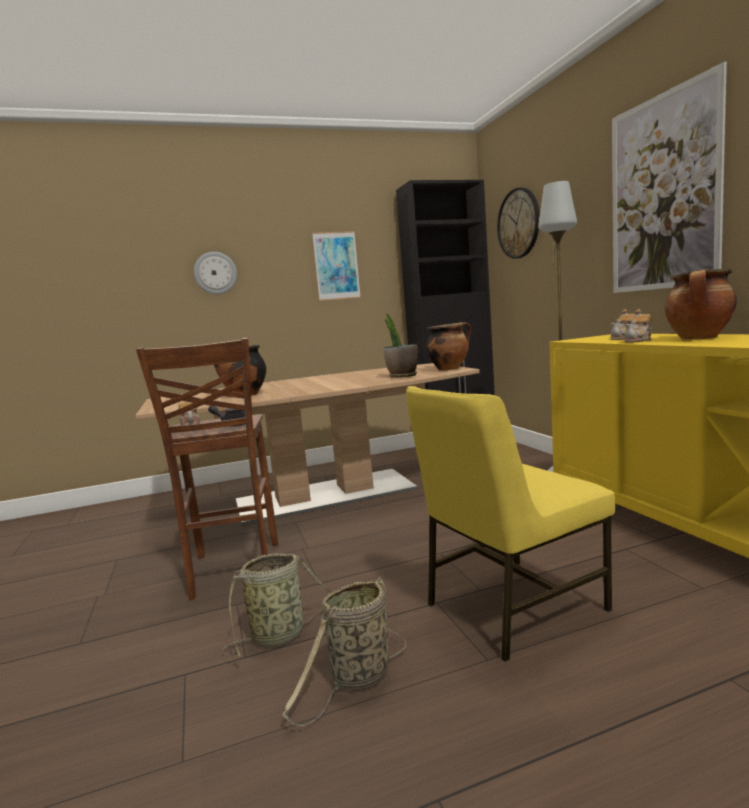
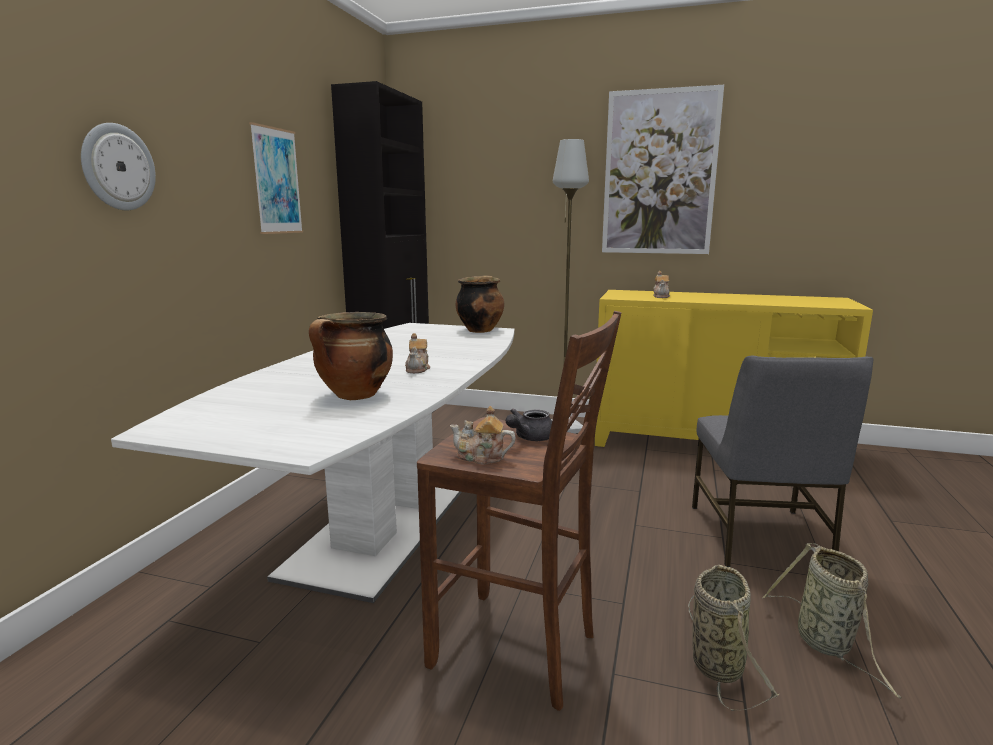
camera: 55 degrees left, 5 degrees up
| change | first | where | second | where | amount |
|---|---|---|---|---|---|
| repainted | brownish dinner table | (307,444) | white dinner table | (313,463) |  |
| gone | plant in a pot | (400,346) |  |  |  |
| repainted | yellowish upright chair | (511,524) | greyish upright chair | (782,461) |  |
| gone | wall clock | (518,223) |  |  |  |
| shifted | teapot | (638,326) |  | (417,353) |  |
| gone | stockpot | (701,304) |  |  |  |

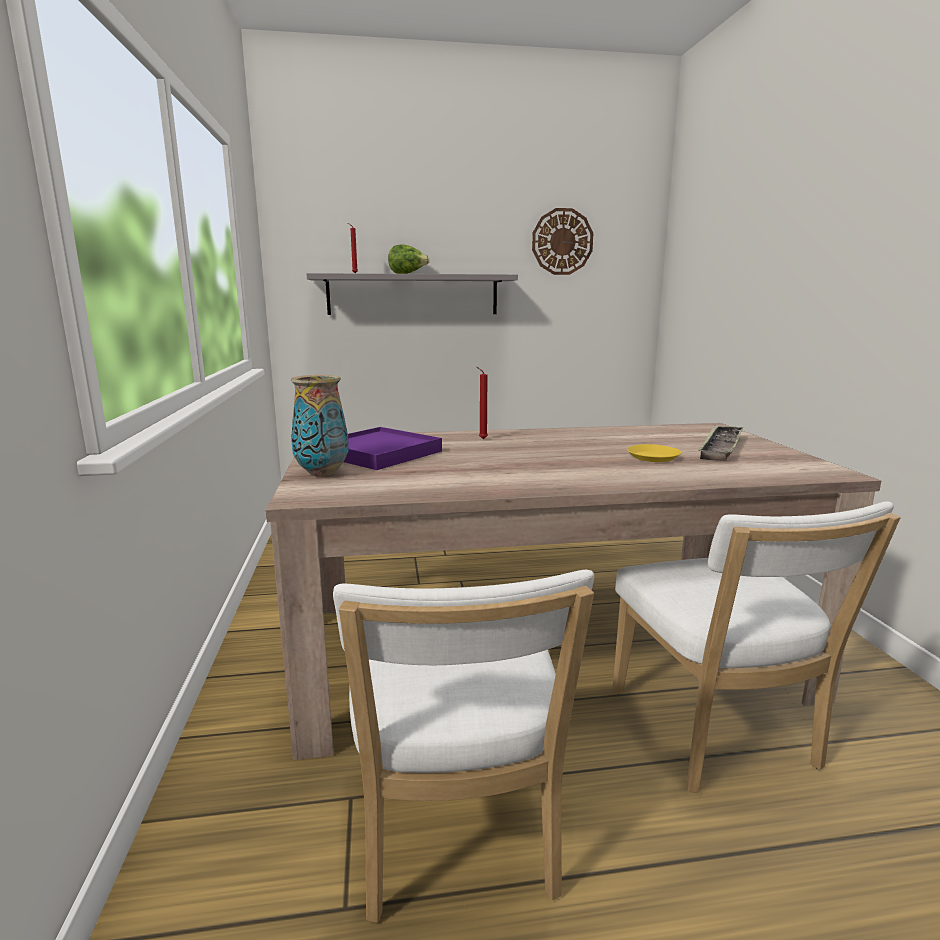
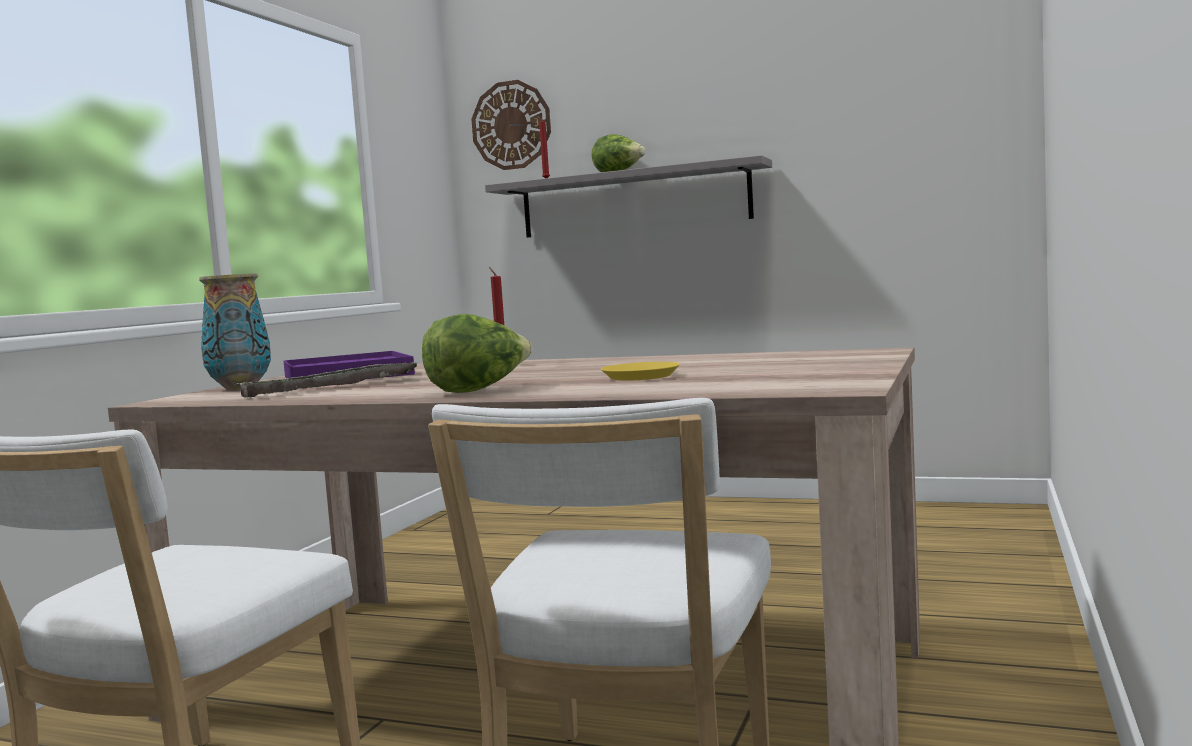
camera: 30 degrees right, 10 degrees down
| change | first | where | second | where | amount |
|---|---|---|---|---|---|
| shifted | wall clock | (562,241) |  | (511,125) |  |
| shifted | carrying tray | (720,443) |  | (327,379) |  |
| new |  |  | lettuce | (477,353) |  |

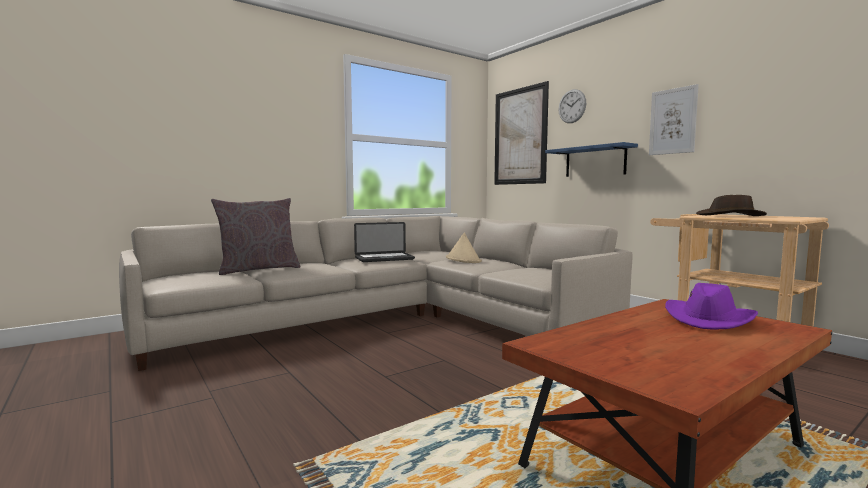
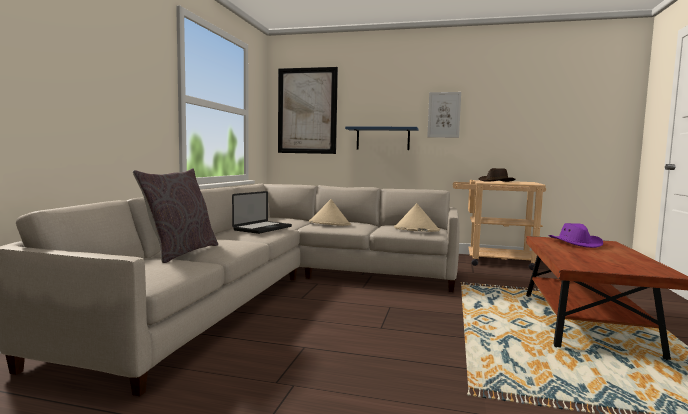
camera: 40 degrees left, 0 degrees up
| change | first | where | second | where | amount |
|---|---|---|---|---|---|
| gone | wall clock | (572,106) |  |  |  |
| new |  |  | sand-coloured wearable hat | (417,217) |  |

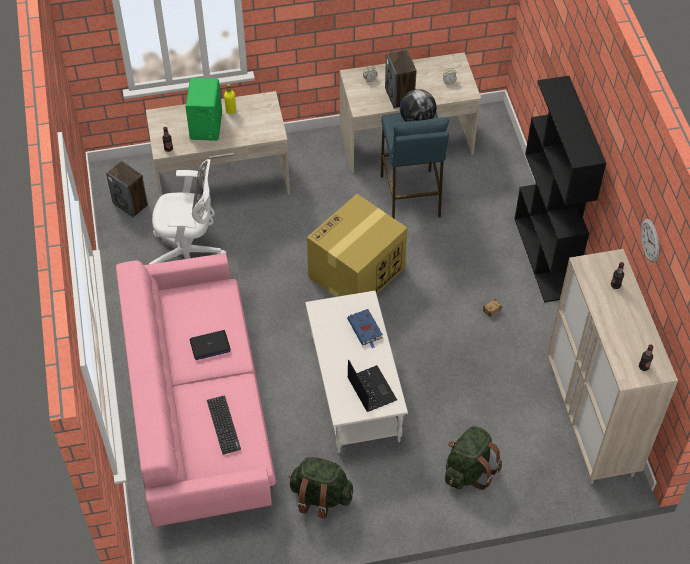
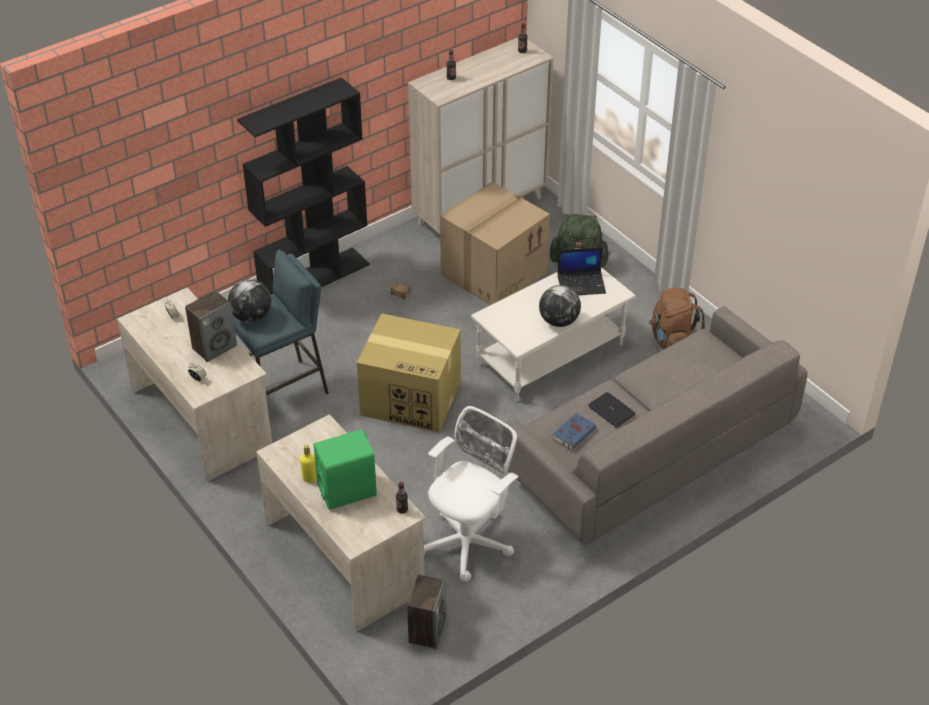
camera: 115 degrees left, 10 degrees down
| change | first | where | second | where | amount |
|---|---|---|---|---|---|
| repainted | pink sofa | (196,390) | greyish sofa | (655,425) |  |
| rotated | white office chair | (187,211) |  | (471,494) | 60 degrees clockwise |
| gone | computer keyboard | (224,425) |  |  |  |
| repainted | greenish rucksack | (321,487) | brownish rucksack | (677,318) |  |
| shifted | bluish volume | (365,329) |  | (574,431) |  |
| rotated | laptop | (372,385) |  | (581,271) | 135 degrees counterclockwise |
| gone | wall clock | (650,241) |  |  |  |
| new |  |  | cardboard box | (495,243) |  |
| new |  |  | world globe | (560,306) |  |

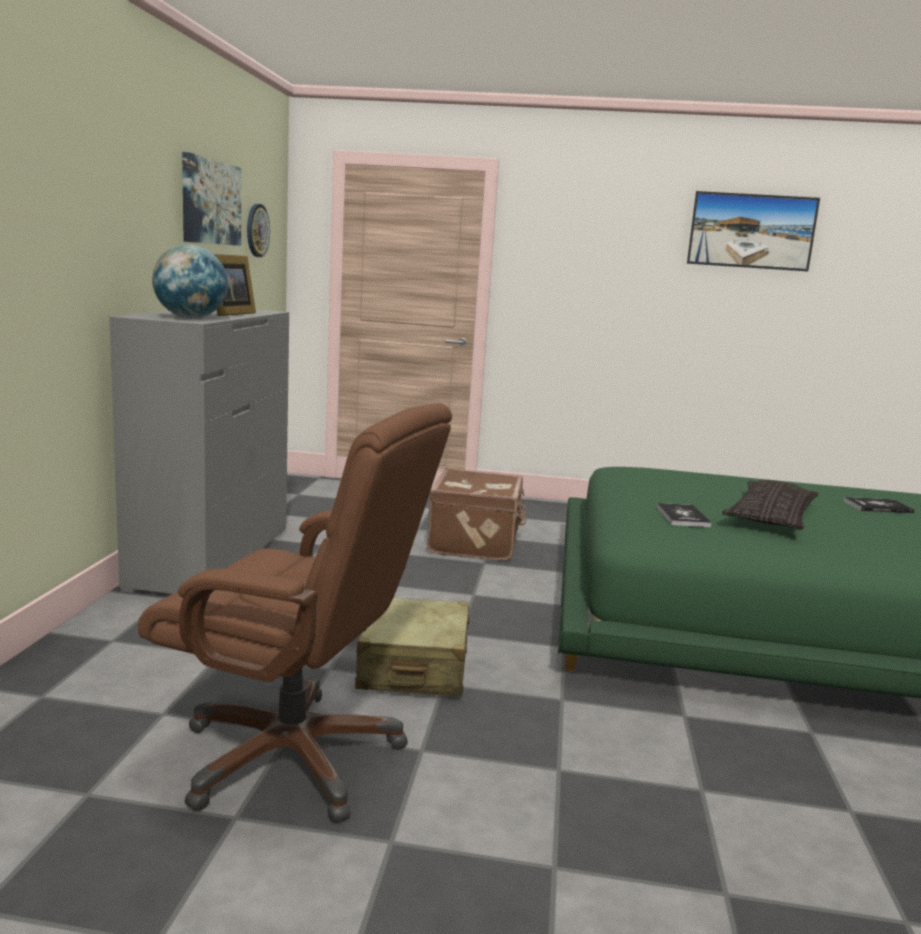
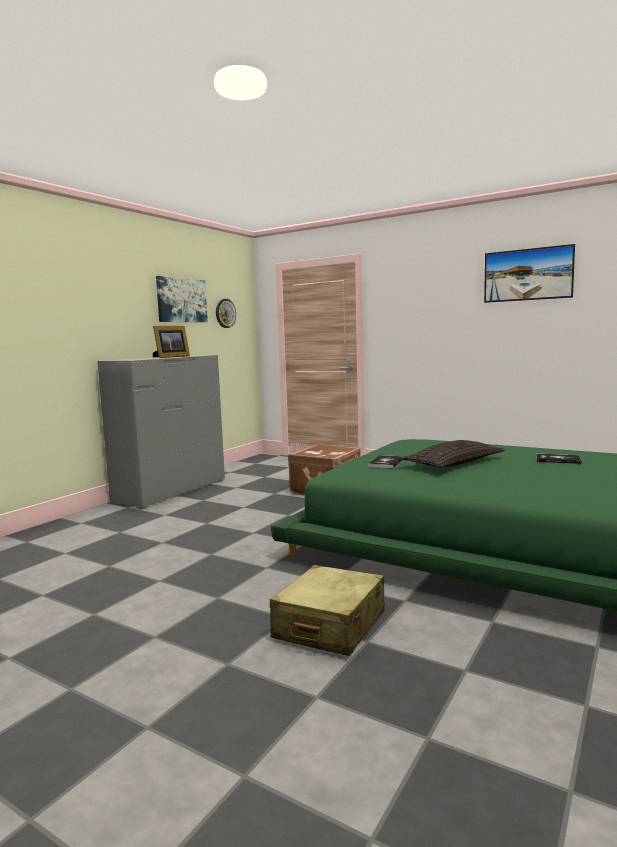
camera: 25 degrees right, 5 degrees down
| change | first | where | second | where | amount |
|---|---|---|---|---|---|
| gone | brownish office chair | (295,613) |  |  |  |
| gone | world globe | (190,281) |  |  |  |
| shifted | sand-coloured suitcase | (413,647) |  | (327,610) |  |

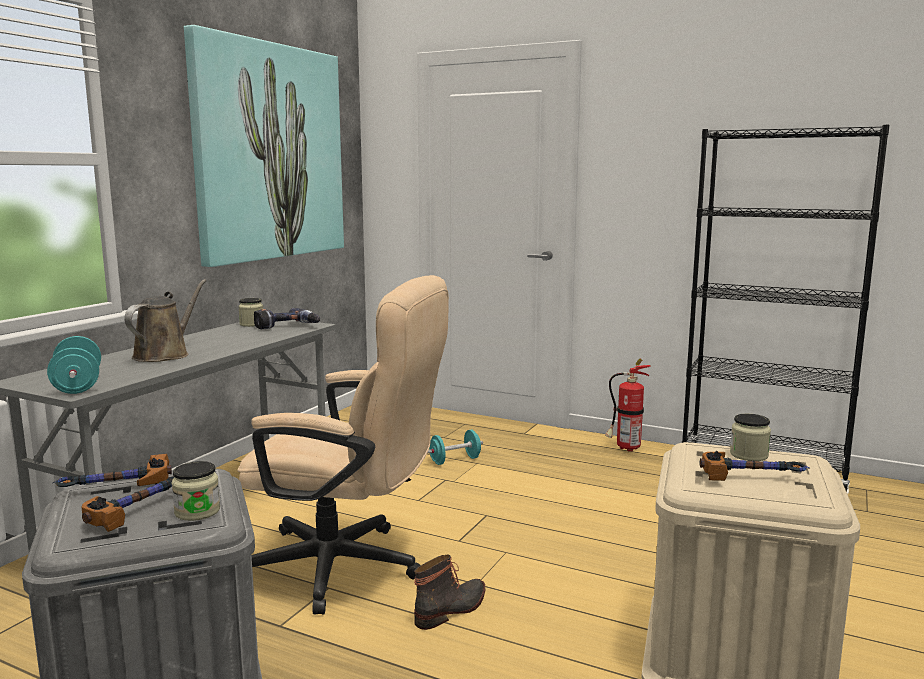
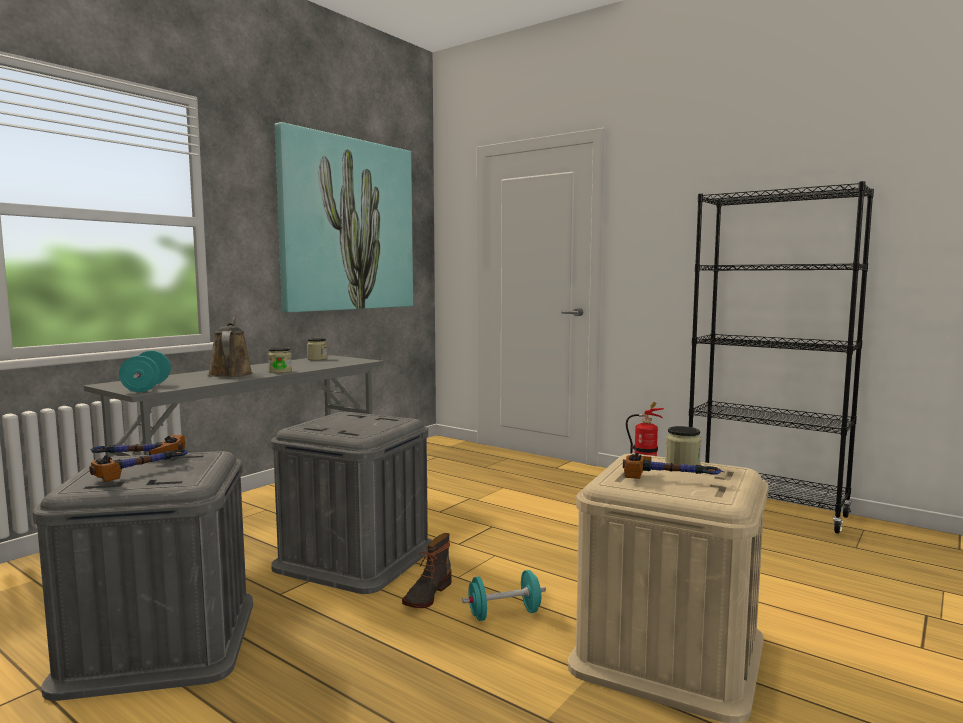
camera: 10 degrees right, 5 degrees down
| change | first | where | second | where | amount |
|---|---|---|---|---|---|
| rotated | brownish sprinkling can | (165,320) |  | (230,347) | 45 degrees counterclockwise |
| shifted | preserve jar | (196,491) |  | (280,360) |  |
| swapped | sand-coloured office chair | (343,445) | greyish storage bin | (351,503) |  |
| gone | electric drill | (287,318) |  |  |  |
| rotated | tall boot | (449,592) |  | (427,570) | 150 degrees clockwise |
| shifted | turquoise hand weight | (455,447) |  | (504,595) |  |

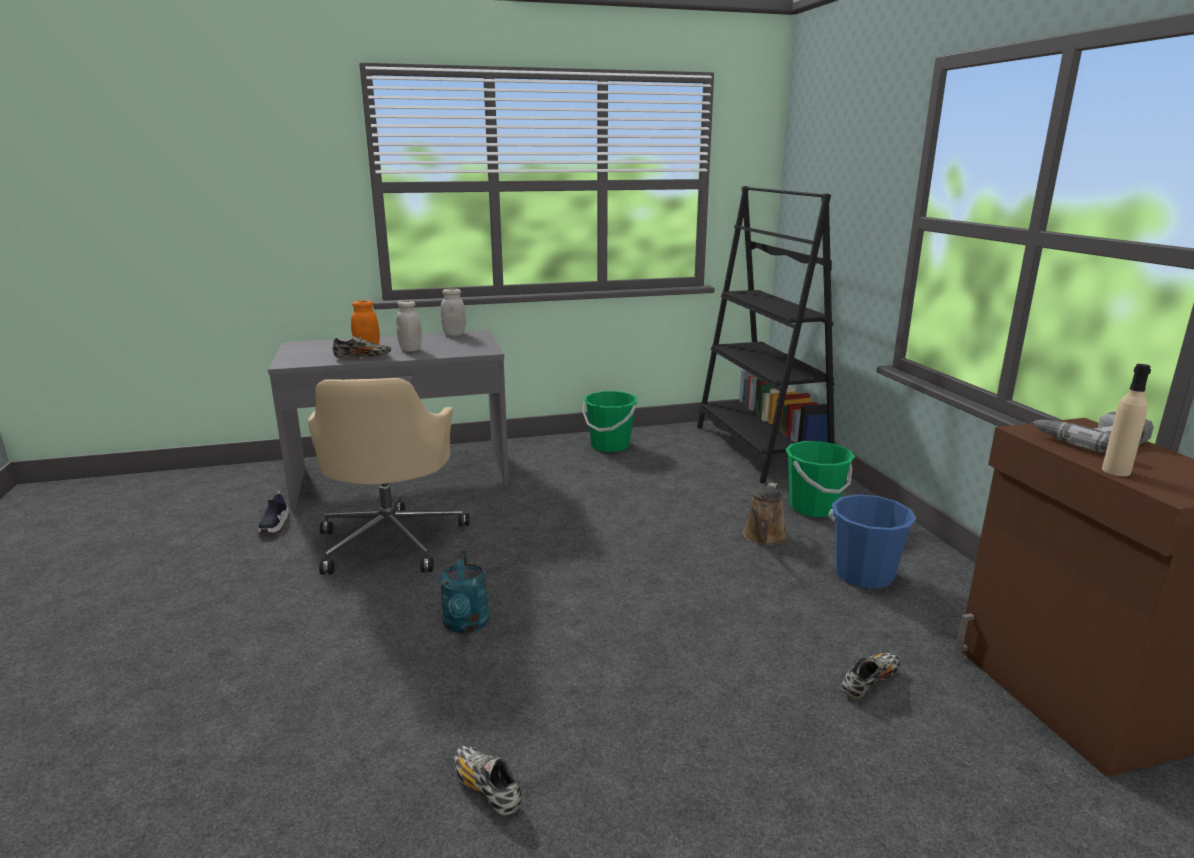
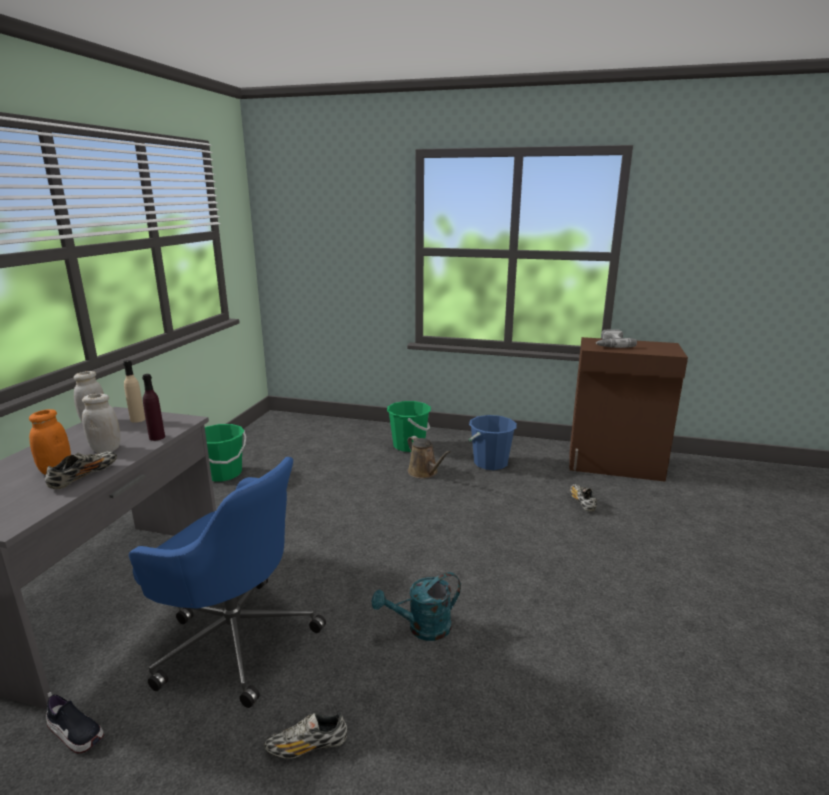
camera: 60 degrees left, 0 degrees up
| change | first | where | second | where | amount |
|---|---|---|---|---|---|
| repainted | sand-coloured office chair | (388,476) | bluish office chair | (227,582) |  |
| rotated | turquoise sprinkling can | (464,592) |  | (416,606) | 135 degrees clockwise |
| shifted | item of footwear | (487,780) |  | (305,735) |  |
| gone | black-coloured bookshelf | (766,334) |  |  |  |
| shifted | sand-coloured beverage bottle | (1126,420) |  | (134,391) |  |
| new |  |  | purplish beverage bottle | (153,407) |  |

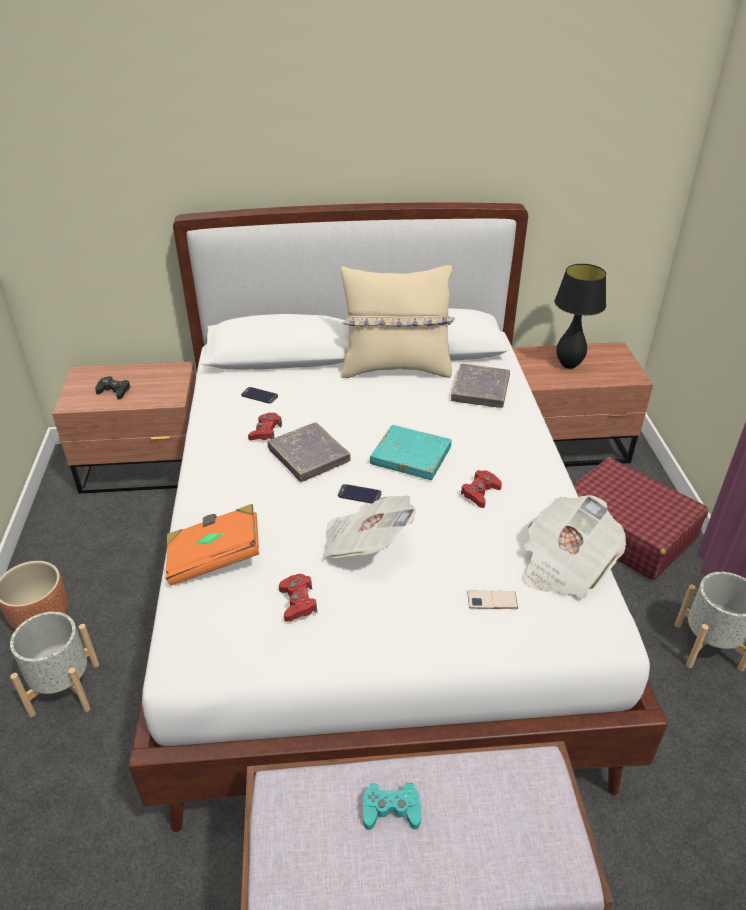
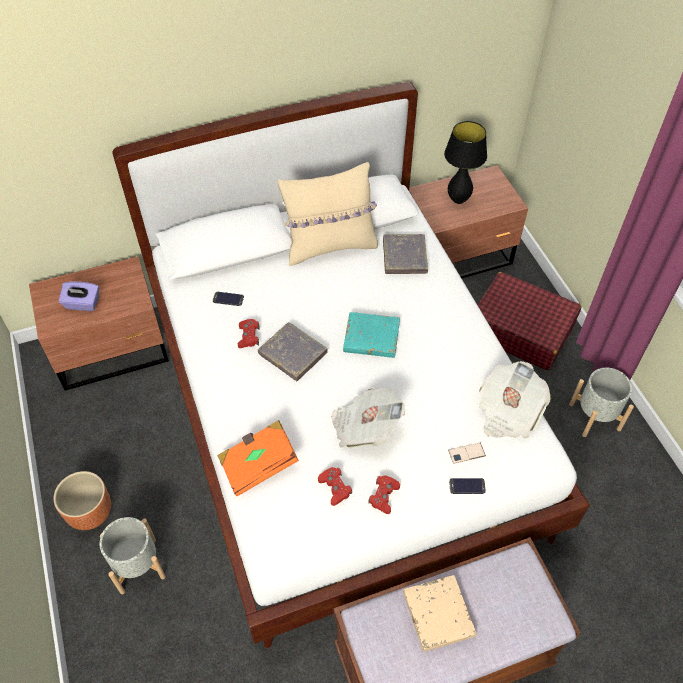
camera: 15 degrees left, 15 degrees up
| change | first | where | second | where | amount |
|---|---|---|---|---|---|
| swapped | black-coloured game controller | (113,388) | purplish tissue box | (79,296) |  |
| shifted | phone | (360,494) |  | (467,486) |  |
| swapped | turquoise game controller | (392,806) | sand-coloured volume | (439,613) |  |
| shifted | red game controller | (481,489) |  | (384,494) |  |

